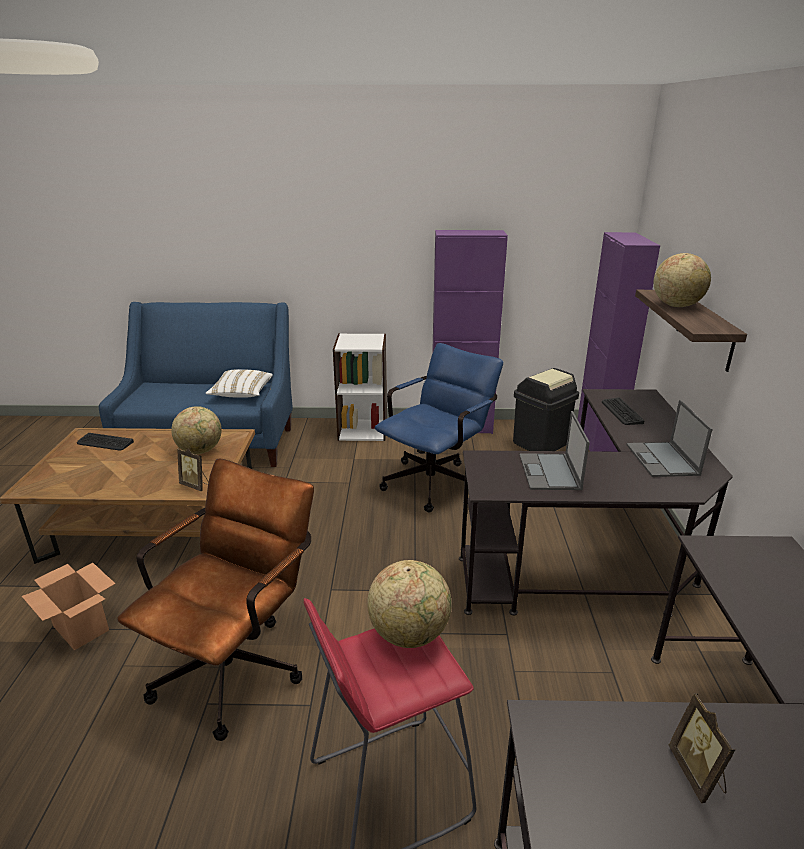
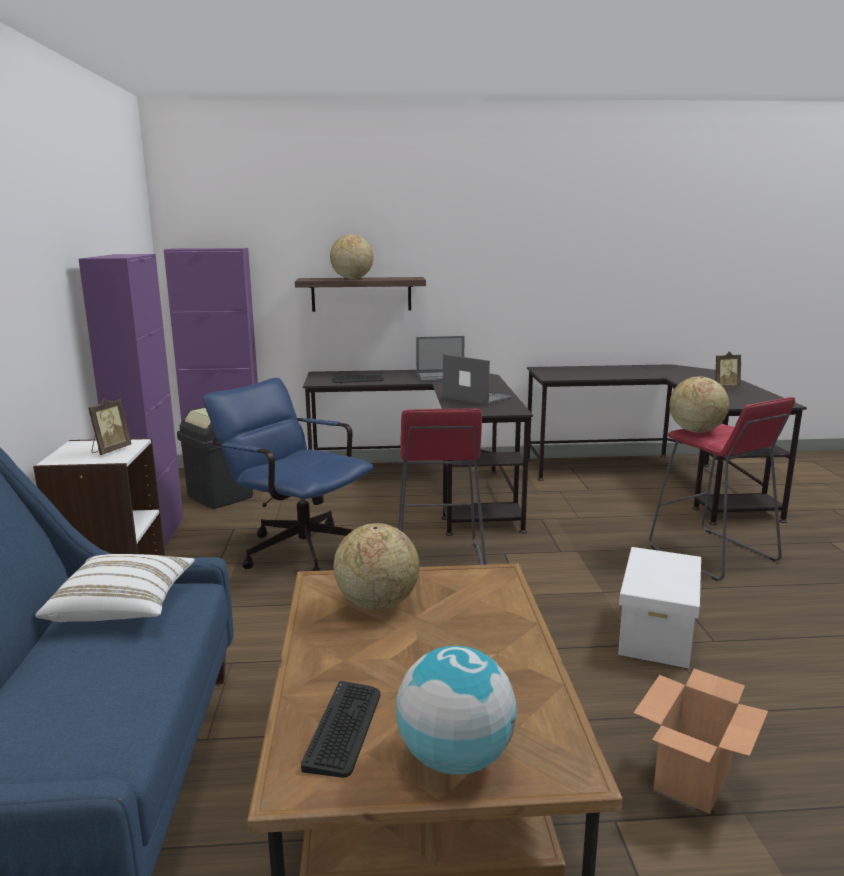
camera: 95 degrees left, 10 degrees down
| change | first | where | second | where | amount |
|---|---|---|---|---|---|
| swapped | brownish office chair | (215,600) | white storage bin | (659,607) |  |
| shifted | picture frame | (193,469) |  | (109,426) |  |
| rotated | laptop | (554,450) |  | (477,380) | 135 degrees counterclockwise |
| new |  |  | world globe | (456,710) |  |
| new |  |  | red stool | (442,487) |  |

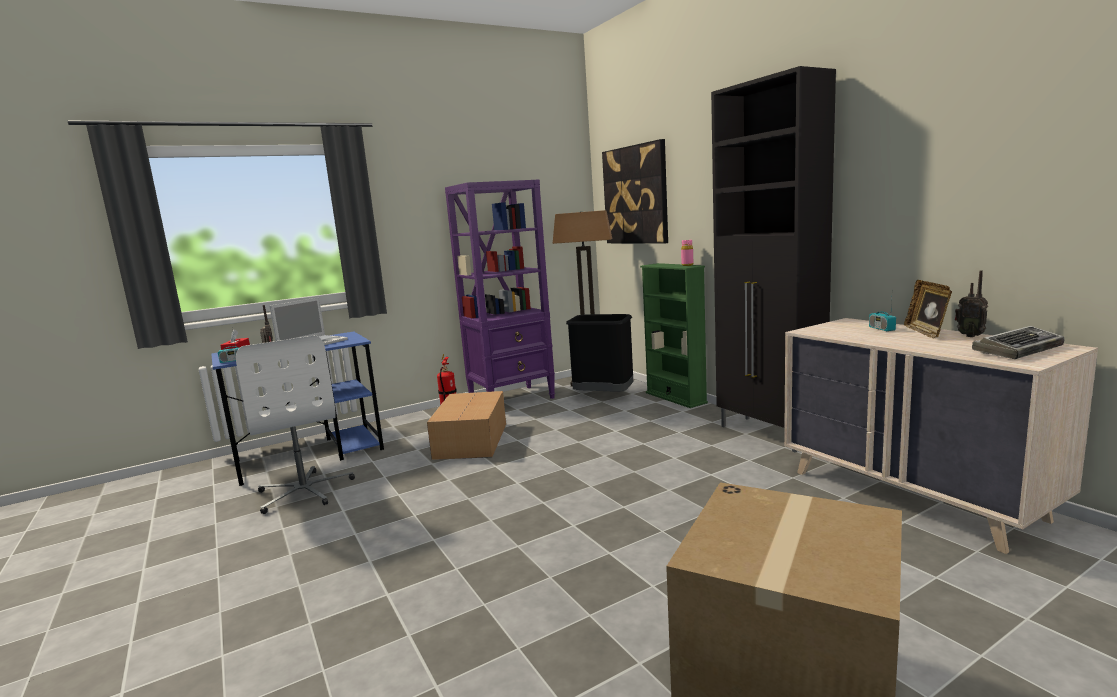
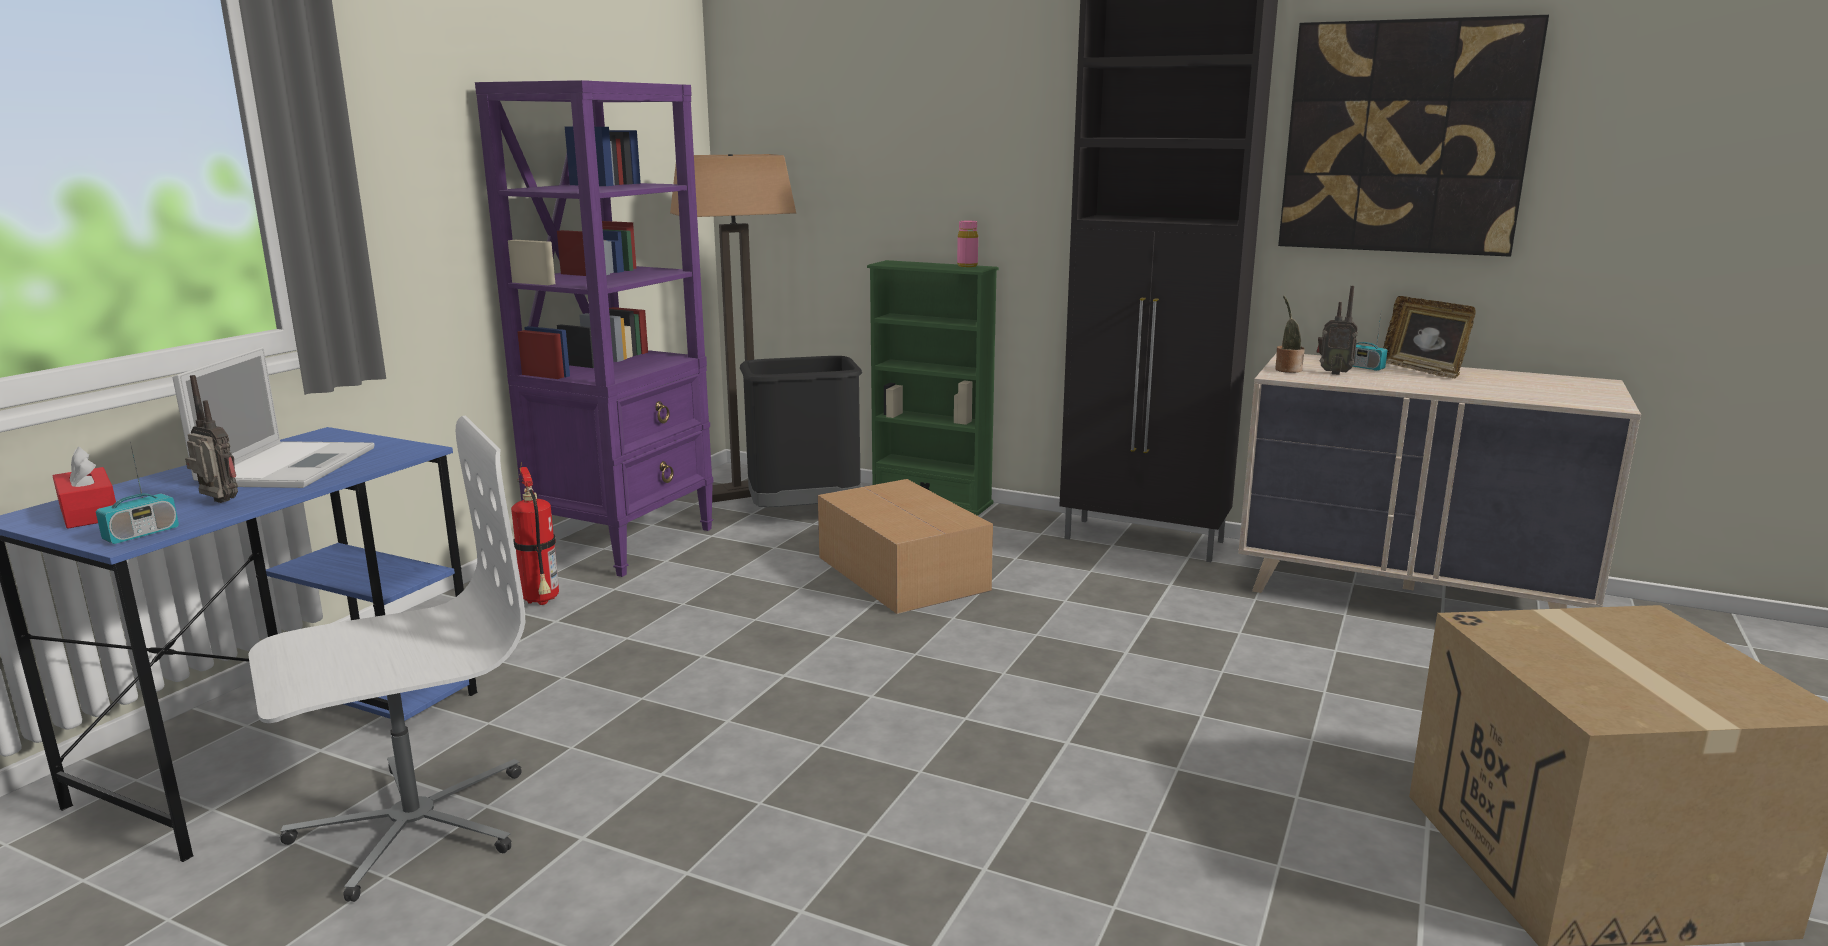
camera: 35 degrees left, 5 degrees up
| change | first | where | second | where | amount |
|---|---|---|---|---|---|
| rotated | white office chair | (295,424) |  | (386,658) | 60 degrees counterclockwise |
| shifted | cardboard box | (466,425) |  | (905,546) |  |
| shifted | wall picture | (635,191) |  | (1413,136) |  |
| shifted | radio set | (971,304) |  | (1337,330) |  |
| gone | computer keyboard | (1018,342) |  |  |  |
| new |  |  | plant in a pot | (1290,334) |  |

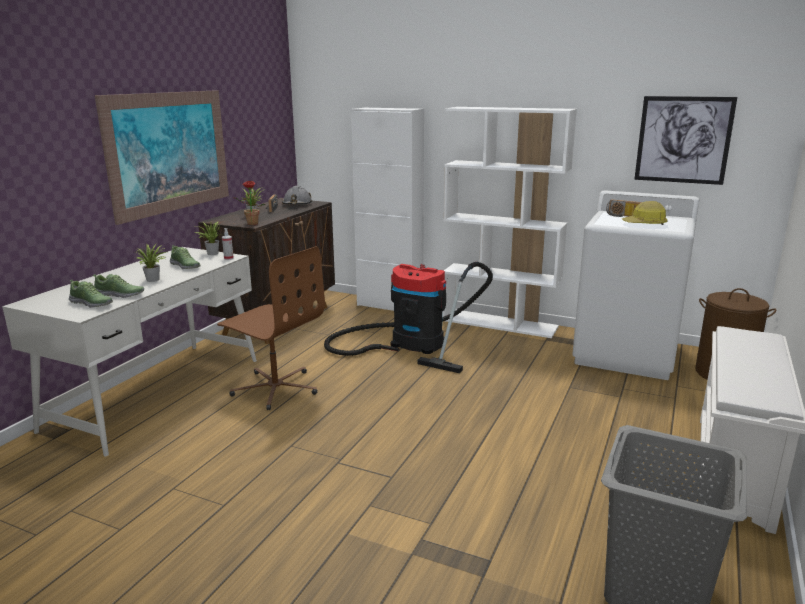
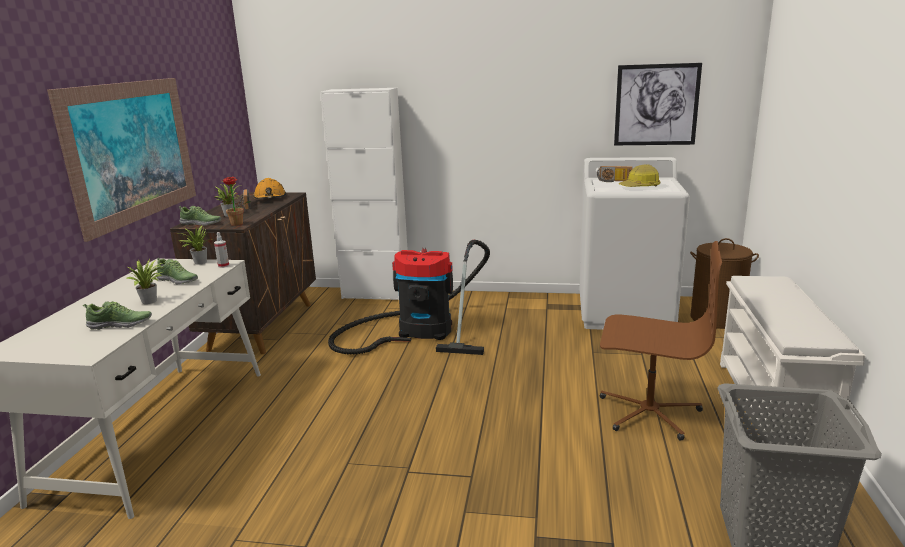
camera: 15 degrees left, 0 degrees up
| change | first | where | second | where | amount |
|---|---|---|---|---|---|
| shifted | item of footwear | (91,294) |  | (200,216) |  |
| shifted | brownish office chair | (271,328) |  | (660,341) |  |
| repainted | greyish safety helmet | (297,195) | orange safety helmet | (269,188) |  |
| gone | white bookshelf | (509,222) |  |  |  |

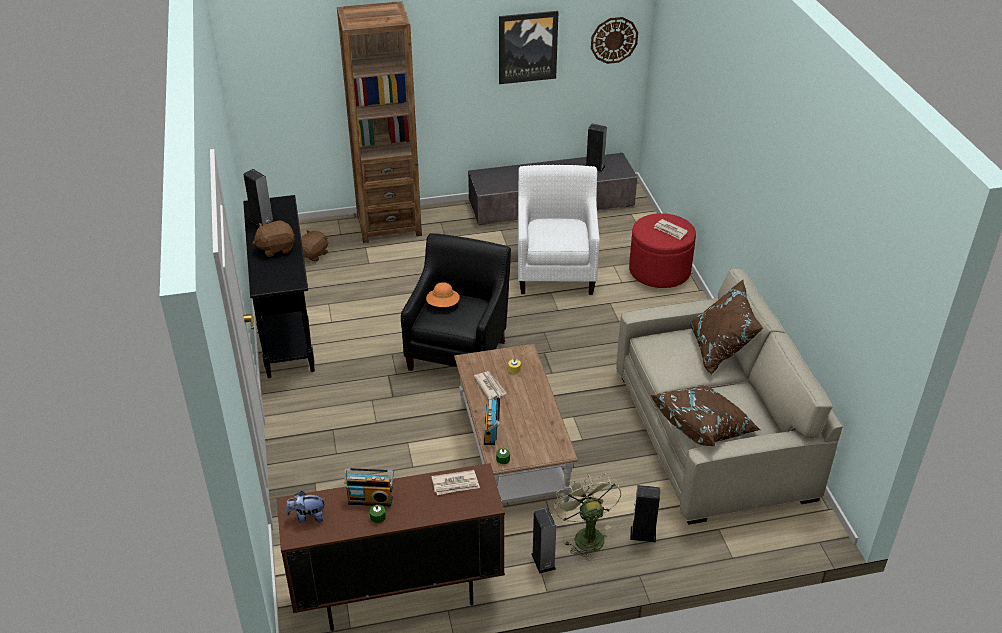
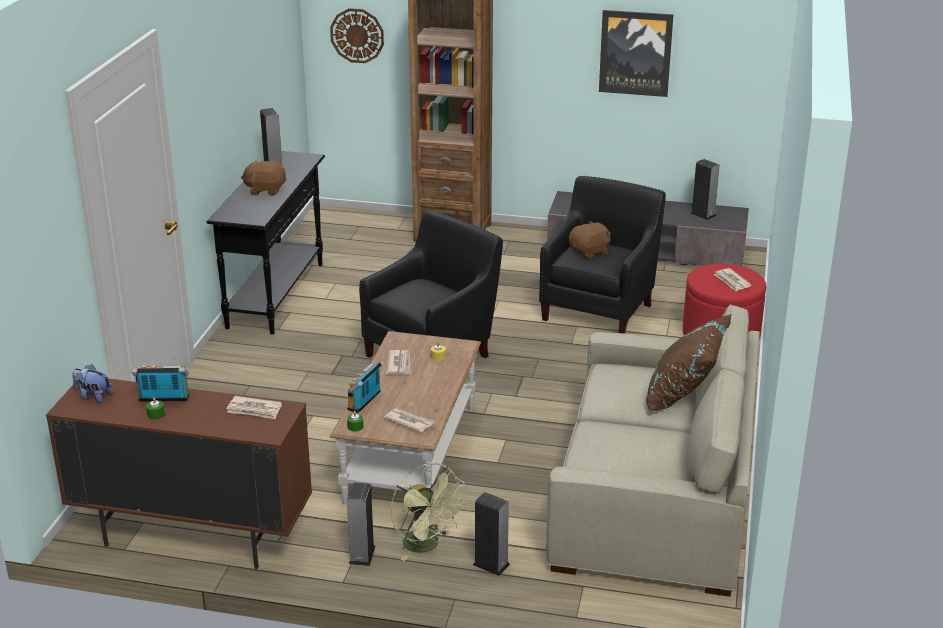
camera: 25 degrees right, 10 degrees down
| change | first | where | second | where | amount |
|---|---|---|---|---|---|
| shifted | brownish cuddly toy | (314,246) |  | (590,240) |  |
| rotated | radio set | (369,487) |  | (160,383) | 150 degrees clockwise |
| gone | orange wearable hat | (443,294) |  |  |  |
| repainted | white lounge chair | (559,230) | black-coloured lounge chair | (602,254) |  |
| rotated | greenish fan | (587,516) |  | (429,512) | 135 degrees clockwise |
| shifted | wall clock | (614,40) |  | (357,35) |  |
| gone | brownish throw pillow | (705,415) |  |  |  |
| new |  |  | newspaper | (409,420) |  |

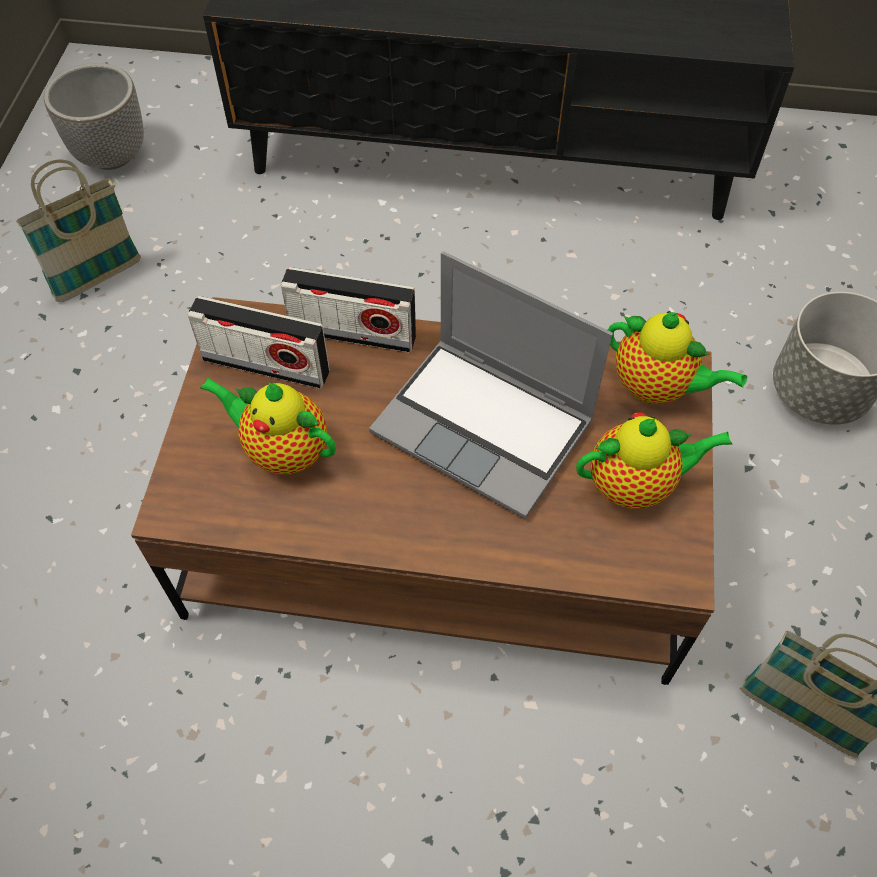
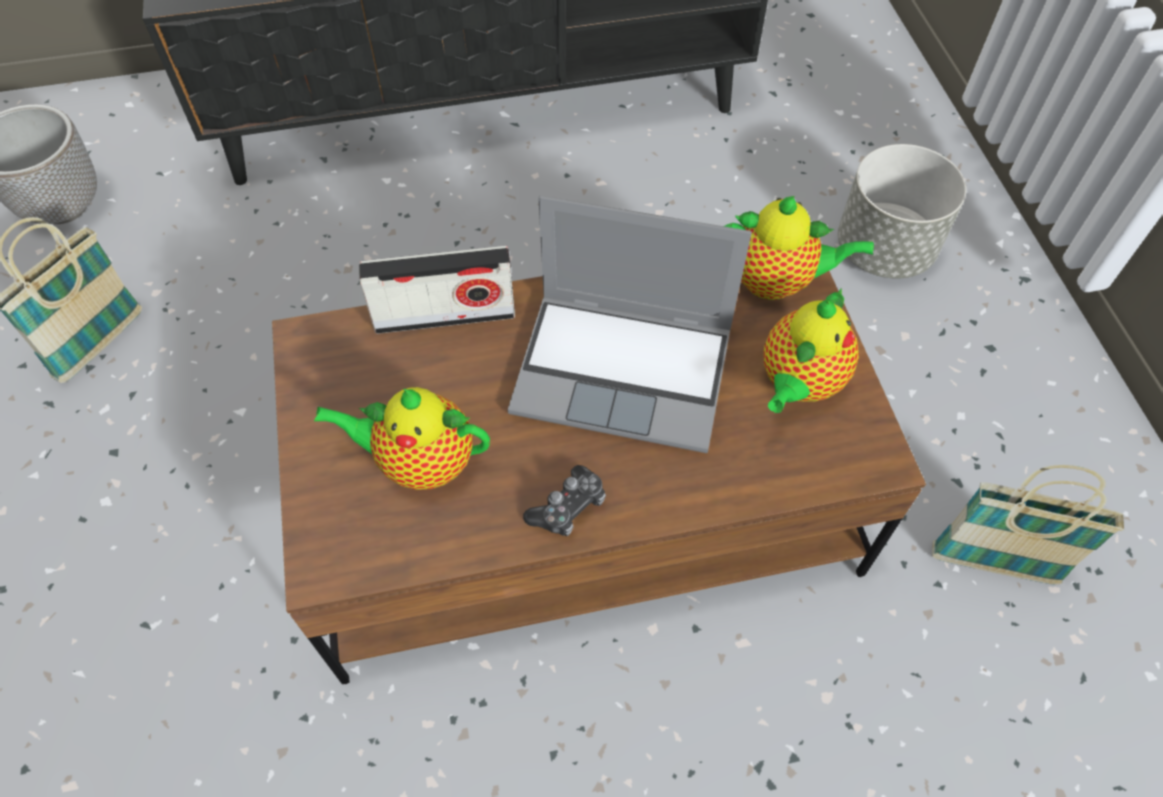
camera: 20 degrees left, 0 degrees up
| change | first | where | second | where | amount |
|---|---|---|---|---|---|
| gone | radio set | (259,342) |  |  |  |
| rotated | teapot | (654,460) |  | (811,350) | 150 degrees clockwise |
| new |  |  | game controller | (564,500) |  |

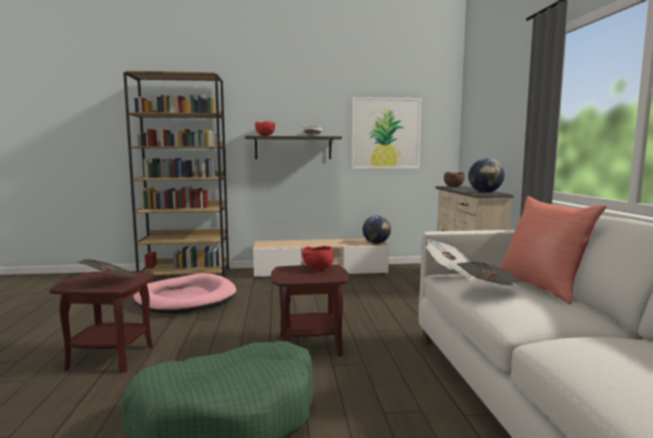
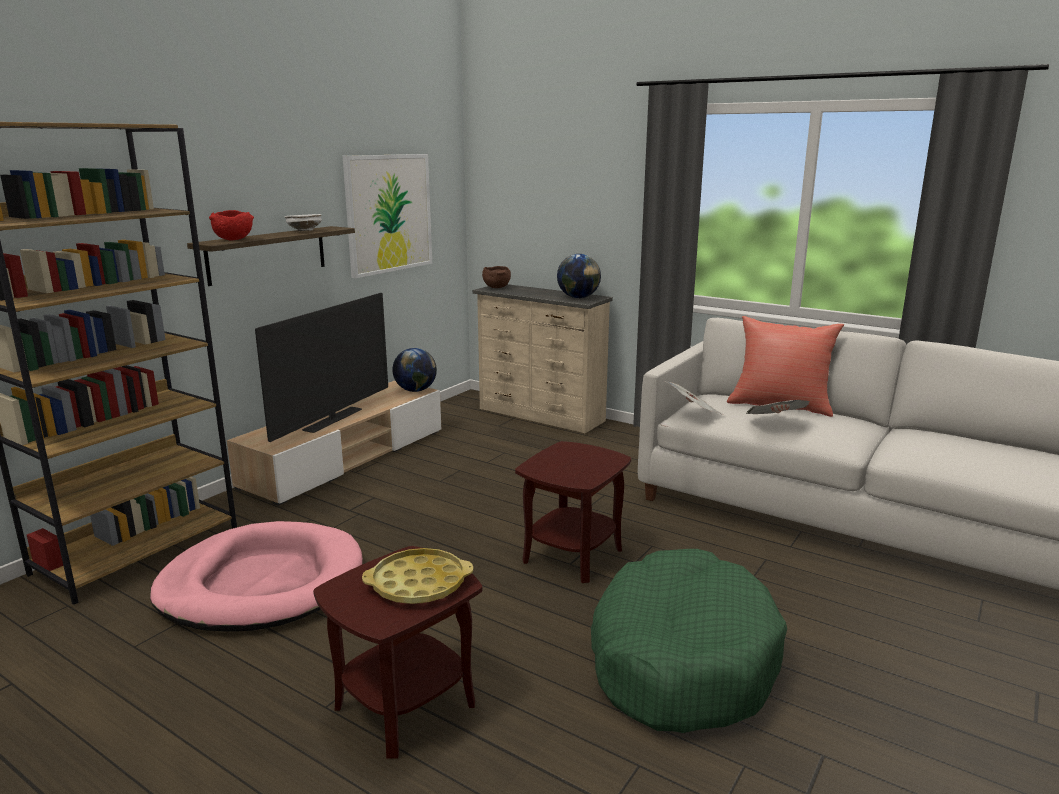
camera: 50 degrees left, 10 degrees up
| change | first | where | second | where | amount |
|---|---|---|---|---|---|
| swapped | newspaper | (107,267) | yellowish carrying tray | (417,576) |  |
| gone | red bowl | (317,258) |  |  |  |
| new |  |  | television | (321,367) |  |

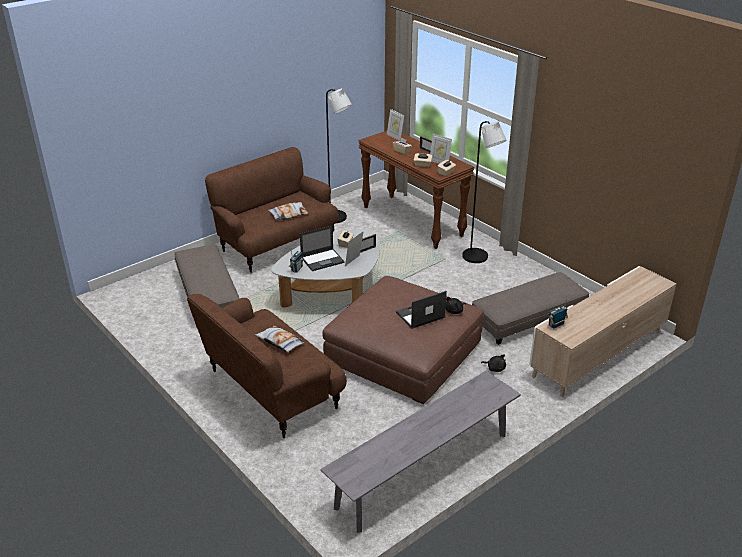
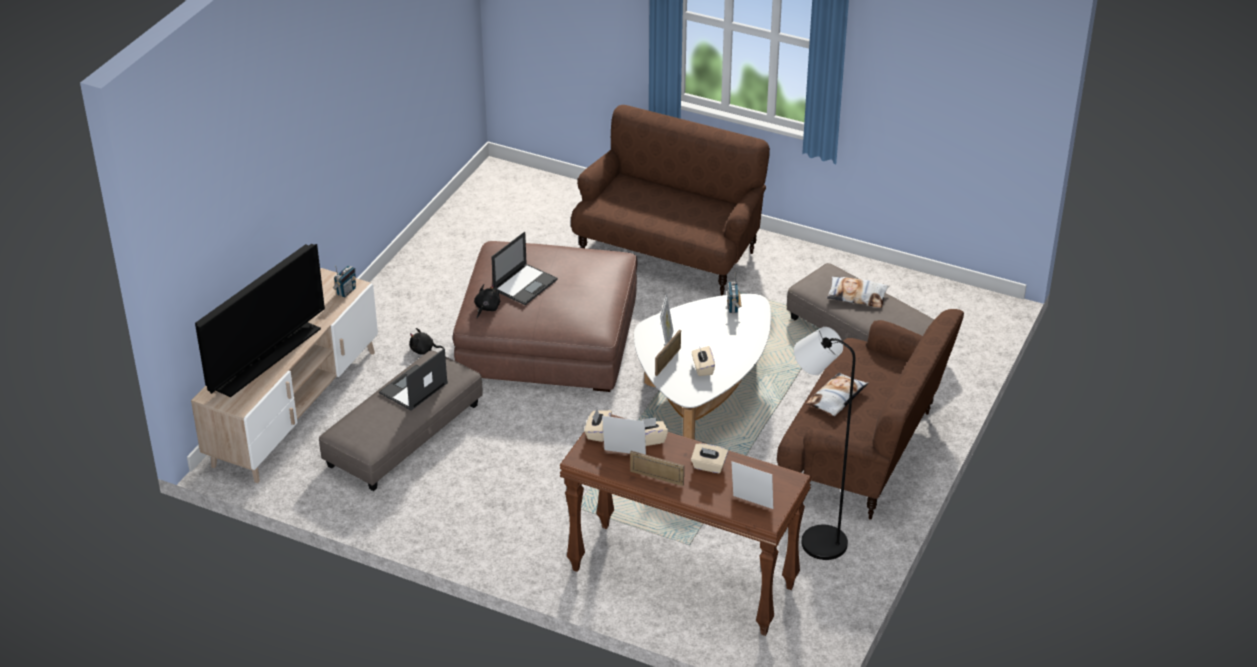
camera: 155 degrees right, 5 degrees up
| change | first | where | second | where | amount |
|---|---|---|---|---|---|
| shifted | throw pillow | (280,339) |  | (858,292) |  |
| shifted | laptop | (322,248) |  | (413,379) |  |
| gone | greyish bench | (420,452) |  |  |  |
| gone | black-coloured standard lamp | (484,192) |  |  |  |
| new |  |  | television | (260,320) |  |

